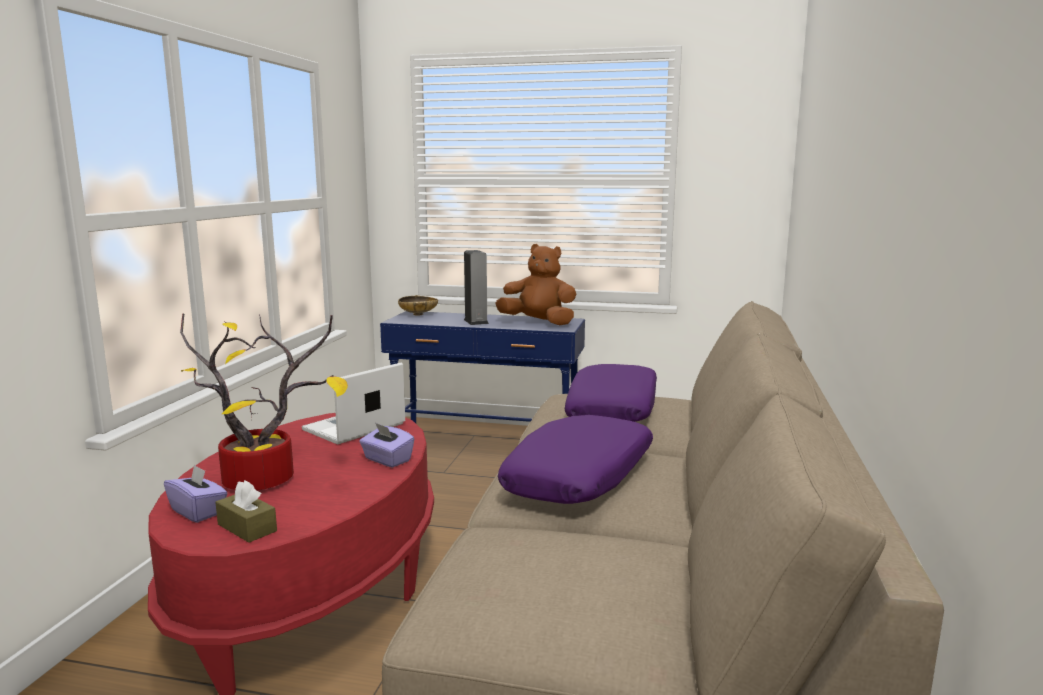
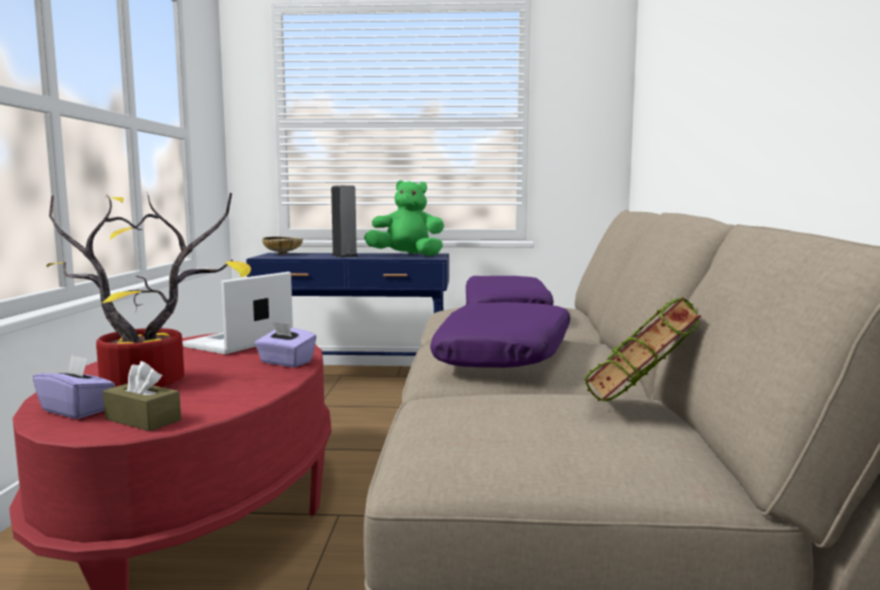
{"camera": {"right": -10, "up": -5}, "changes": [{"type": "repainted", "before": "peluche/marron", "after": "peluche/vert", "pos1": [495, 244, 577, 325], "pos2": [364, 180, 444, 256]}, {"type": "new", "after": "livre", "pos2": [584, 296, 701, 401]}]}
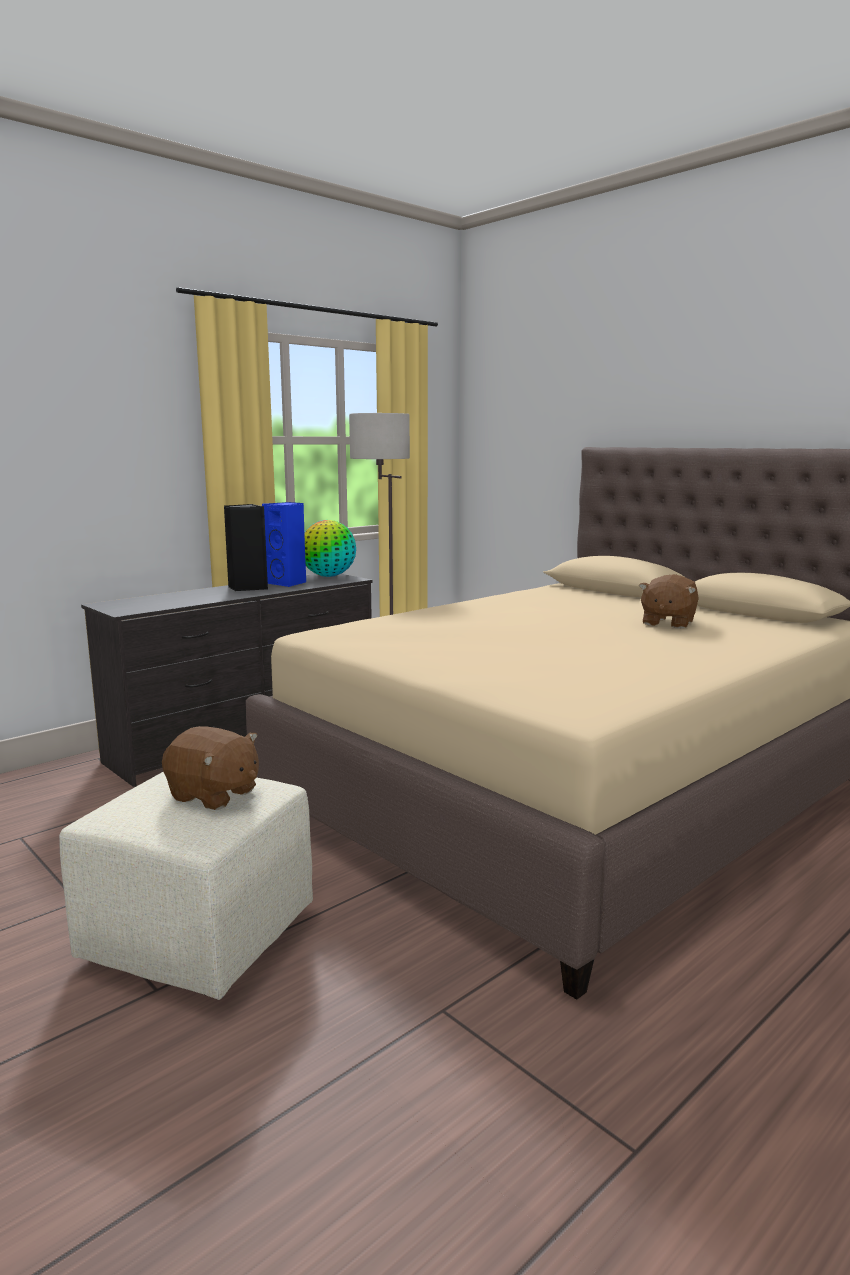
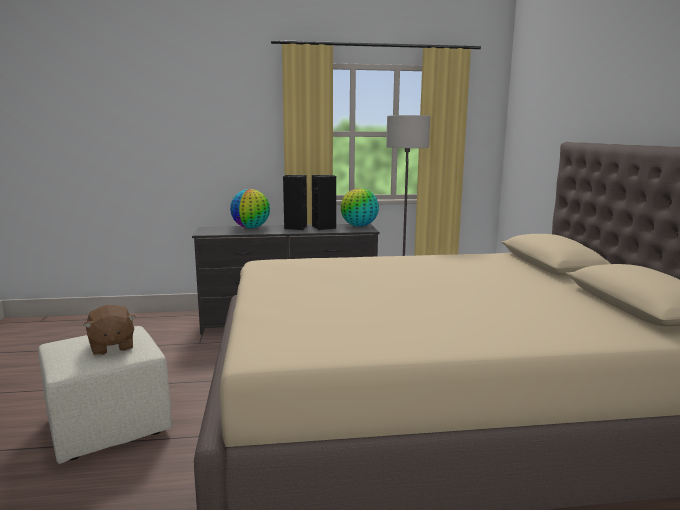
{"camera": {"right": 35, "up": 0}, "changes": [{"type": "new", "after": "globe", "pos2": [230, 189, 270, 228]}, {"type": "repainted", "before": "enceinte/bleu", "after": "enceinte/noir", "pos1": [262, 502, 306, 587], "pos2": [312, 175, 336, 230]}, {"type": "gone", "before": "peluche/marron", "pos1": [639, 574, 699, 629]}]}
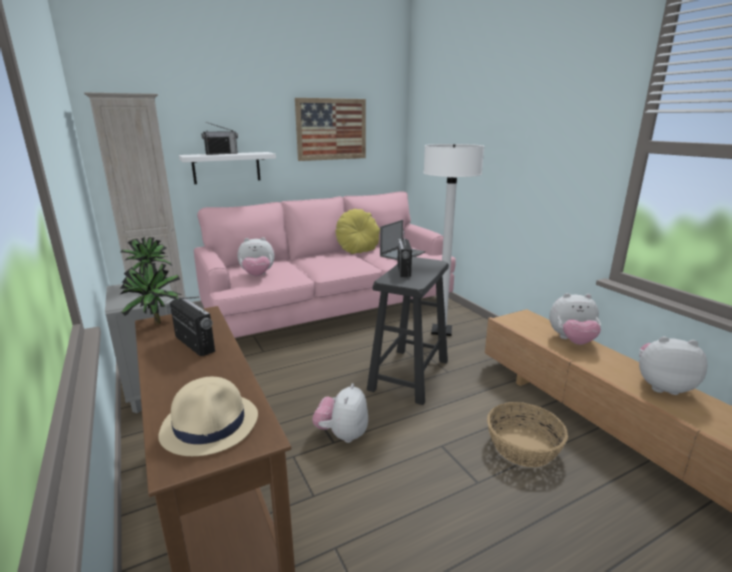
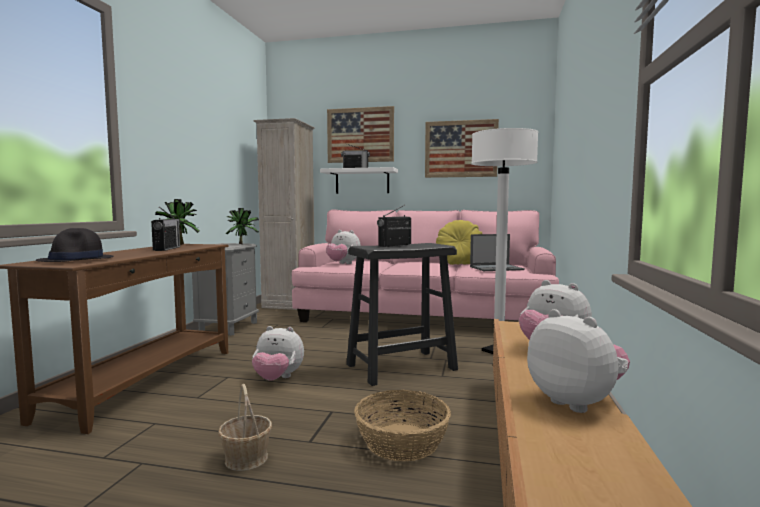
{"camera": {"right": 40, "up": -15}, "changes": [{"type": "repainted", "before": "chapeau/beige", "after": "chapeau/noir", "pos1": [158, 377, 258, 456], "pos2": [36, 228, 113, 262]}, {"type": "new", "after": "panier", "pos2": [218, 384, 272, 471]}, {"type": "rotated", "before": "peluche", "pos1": [312, 383, 368, 443], "pos2": [252, 326, 304, 381], "turn": -135}, {"type": "new", "after": "tableau", "pos2": [327, 106, 394, 163]}]}
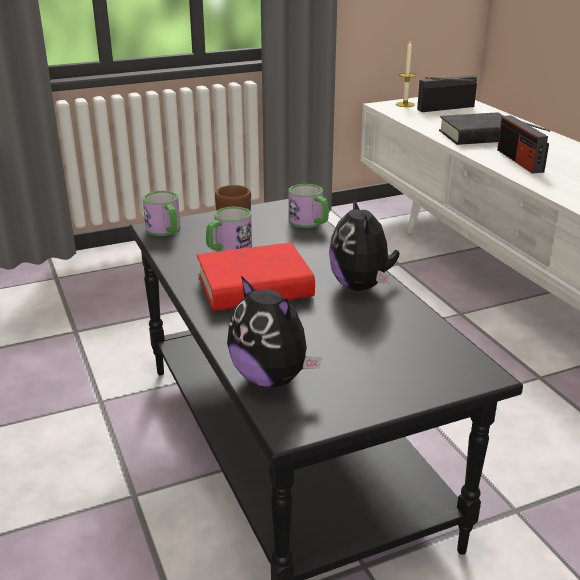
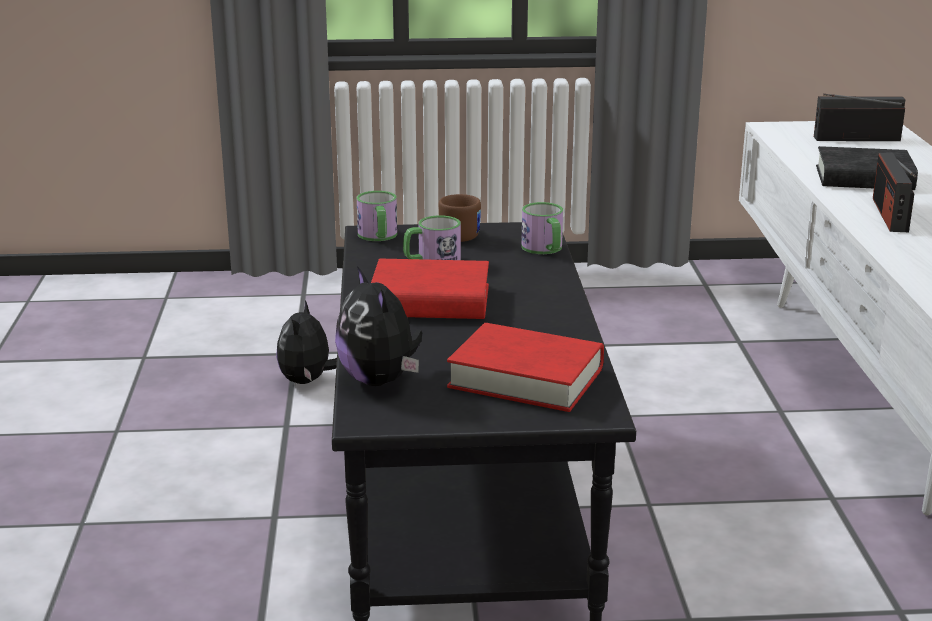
{"camera": {"right": 20, "up": -5}, "changes": [{"type": "shifted", "before": "peluche", "pos1": [329, 195, 400, 291], "pos2": [276, 300, 337, 384]}, {"type": "new", "after": "livre/rouge", "pos2": [447, 323, 604, 412]}, {"type": "gone", "before": "bougie", "pos1": [396, 42, 416, 107]}]}
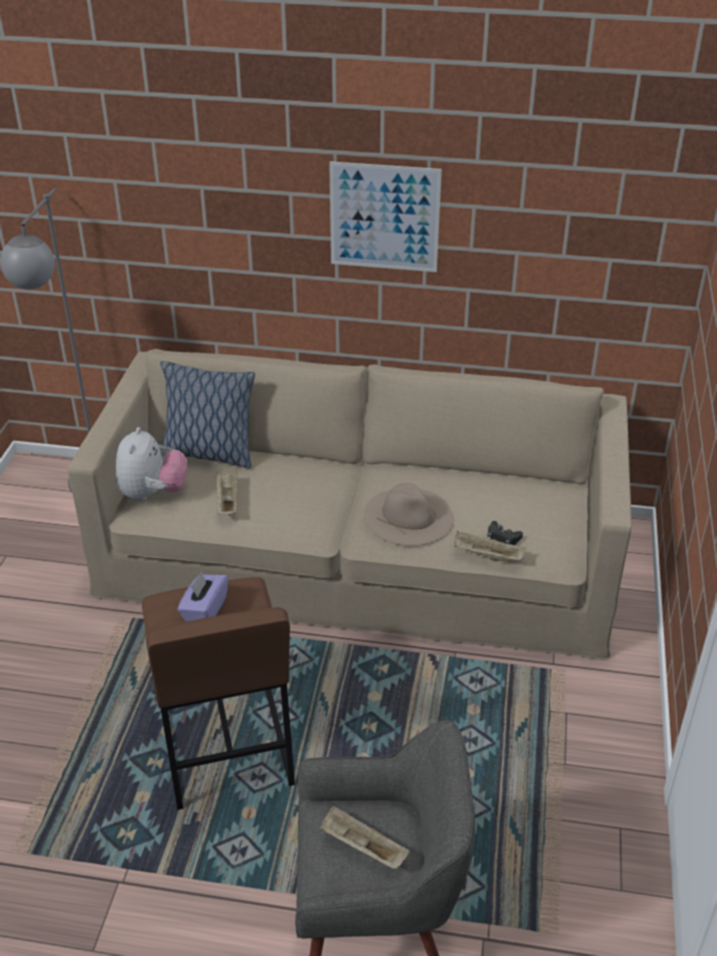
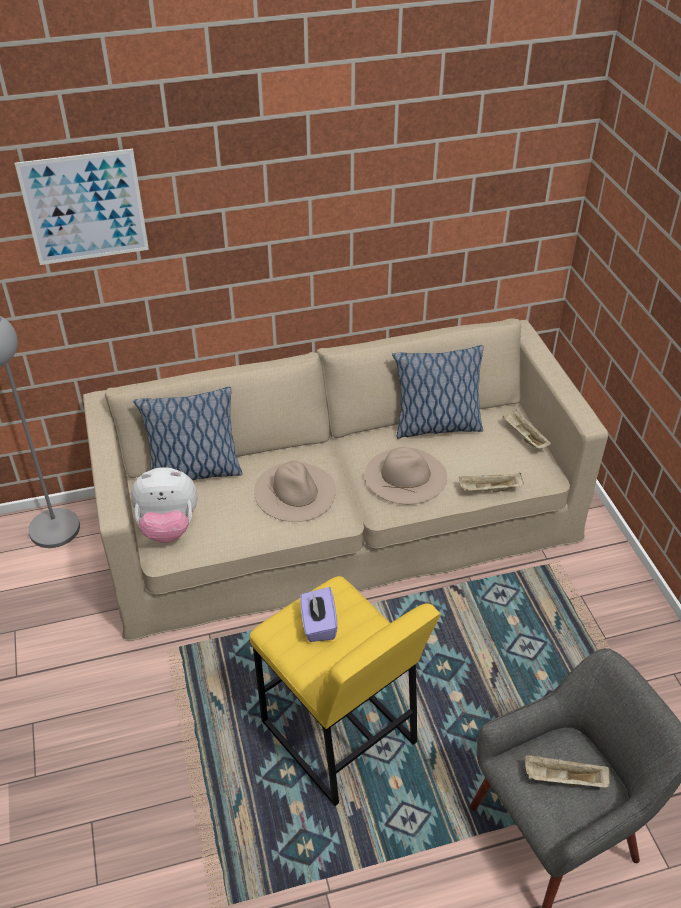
{"camera": {"right": -25, "up": 5}, "changes": [{"type": "shifted", "before": "tableau", "pos1": [329, 162, 442, 272], "pos2": [15, 149, 149, 265]}, {"type": "rotated", "before": "peluche", "pos1": [115, 427, 187, 502], "pos2": [131, 467, 198, 543], "turn": 105}, {"type": "repainted", "before": "tabouret/marron", "after": "tabouret/jaune", "pos1": [142, 577, 295, 810], "pos2": [250, 576, 441, 806]}, {"type": "new", "after": "chapeau/beige", "pos2": [254, 461, 336, 522]}, {"type": "new", "after": "coussin", "pos2": [392, 345, 484, 439]}, {"type": "shifted", "before": "plateau/beige", "pos1": [216, 471, 237, 515], "pos2": [503, 409, 552, 449]}, {"type": "gone", "before": "manette/noir", "pos1": [487, 521, 523, 545]}]}
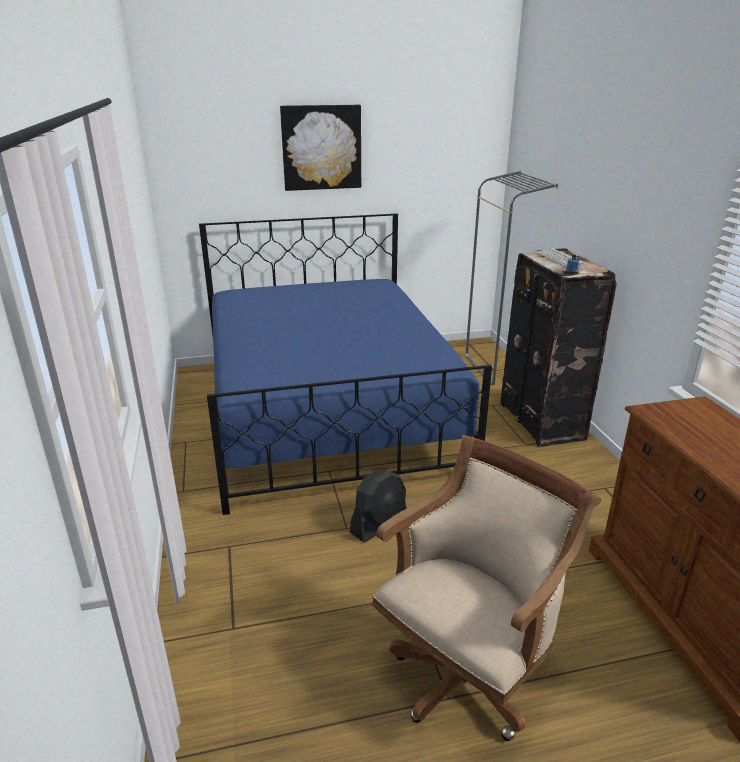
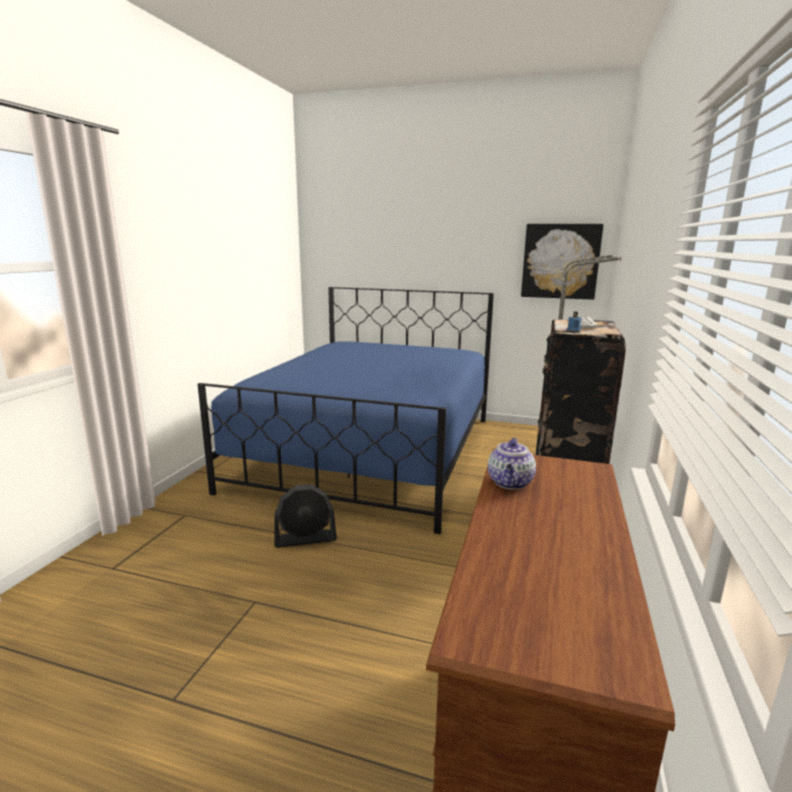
{"camera": {"right": 30, "up": -10}, "changes": [{"type": "new", "after": "théière", "pos2": [488, 438, 536, 489]}, {"type": "shifted", "before": "tableau", "pos1": [280, 105, 361, 191], "pos2": [521, 224, 603, 300]}, {"type": "gone", "before": "chaise de bureau", "pos1": [372, 434, 601, 741]}]}
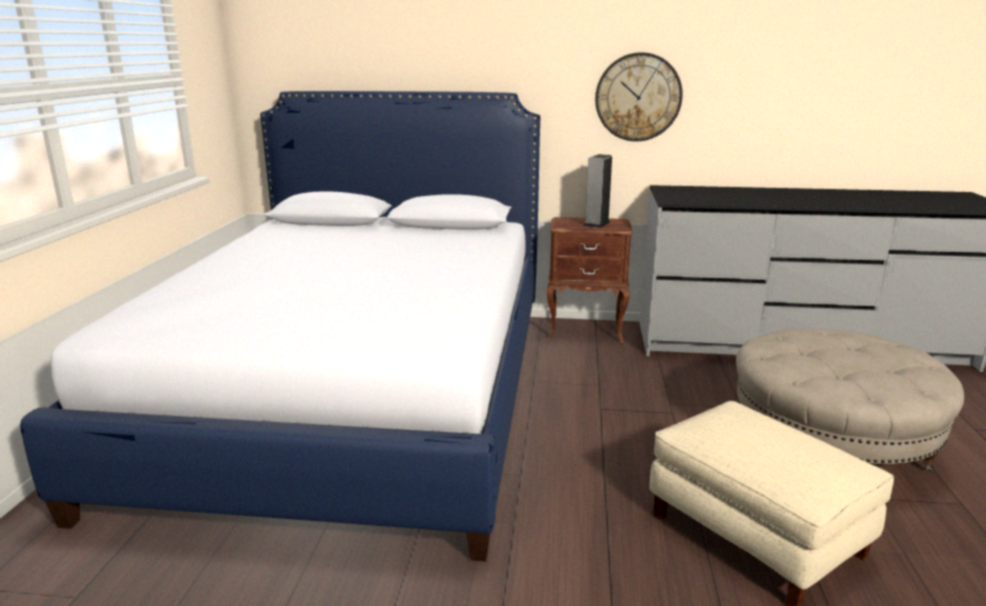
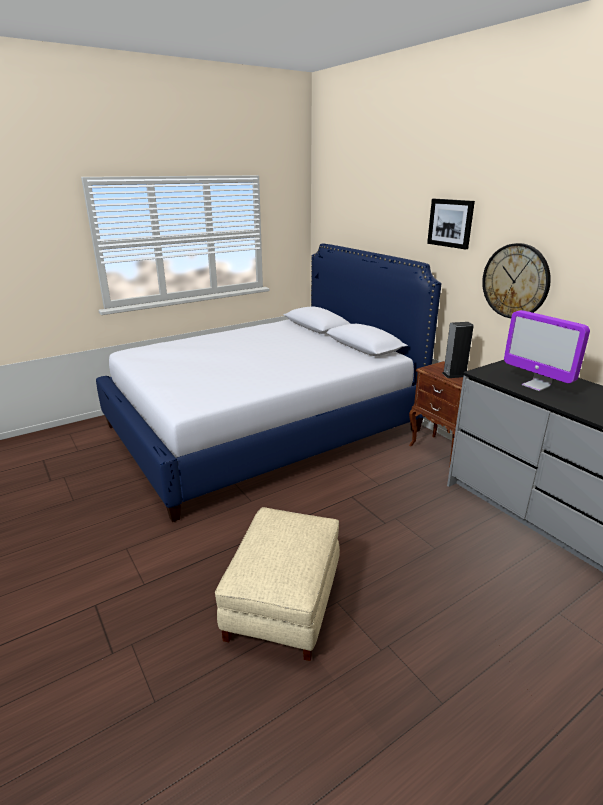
{"camera": {"right": 50, "up": 5}, "changes": [{"type": "new", "after": "tableau", "pos2": [427, 199, 475, 250]}, {"type": "new", "after": "écran d'ordinateur", "pos2": [504, 310, 590, 391]}, {"type": "gone", "before": "pouf/beige", "pos1": [736, 328, 964, 471]}]}
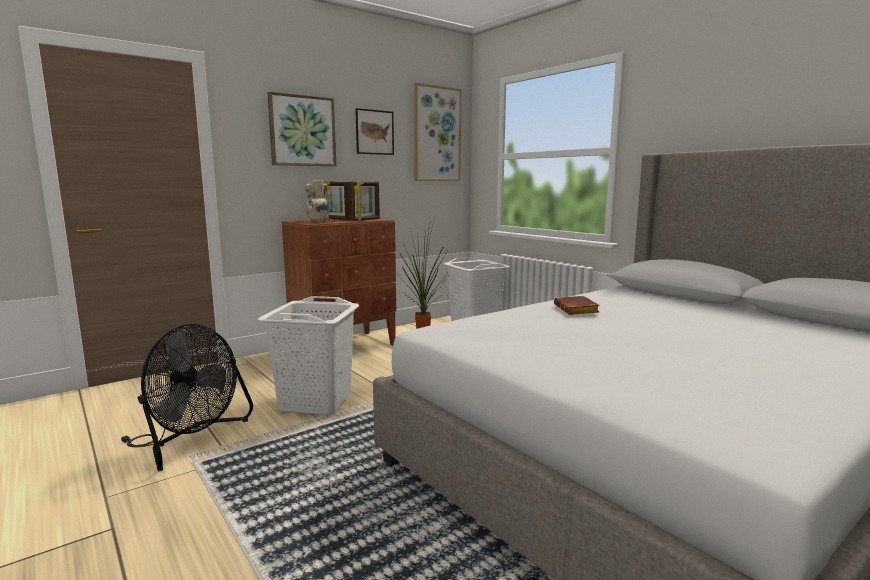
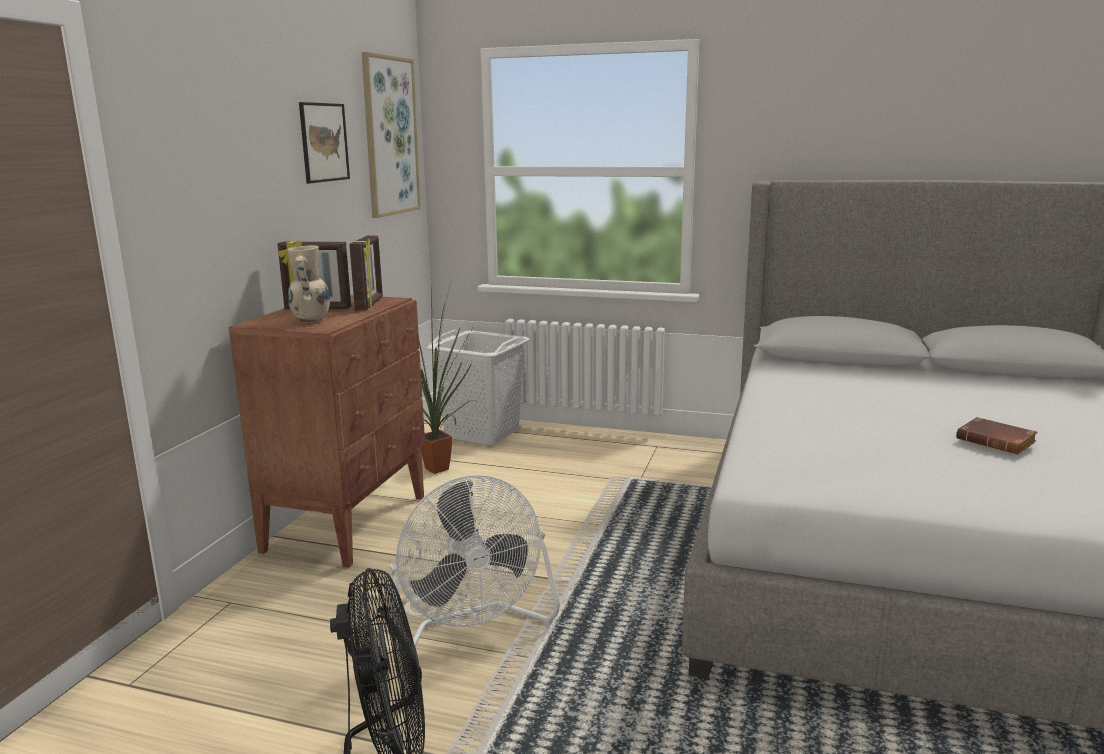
{"camera": {"right": -35, "up": 5}, "changes": [{"type": "swapped", "before": "panier à linge/blanc", "after": "ventilateur/blanc", "pos1": [258, 296, 359, 415], "pos2": [390, 475, 560, 667]}, {"type": "shifted", "before": "livre/marron", "pos1": [554, 296, 600, 315], "pos2": [956, 417, 1038, 454]}, {"type": "gone", "before": "tableau", "pos1": [267, 92, 336, 166]}]}
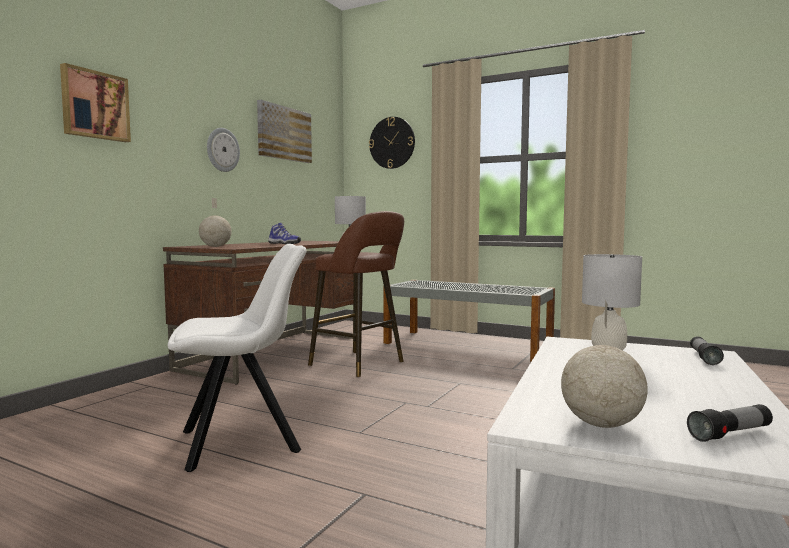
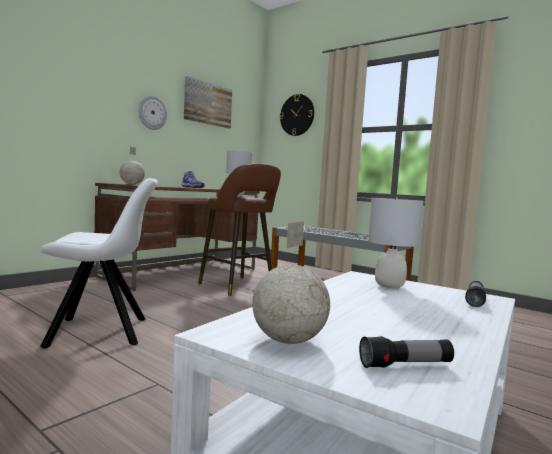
{"camera": {"right": 10, "up": 0}, "changes": [{"type": "gone", "before": "tableau", "pos1": [60, 63, 131, 142]}]}
